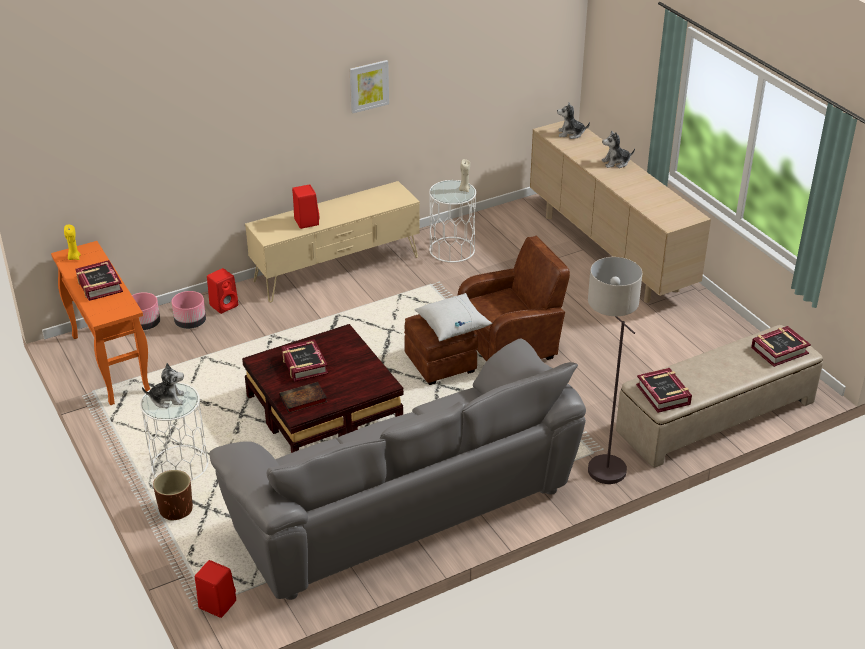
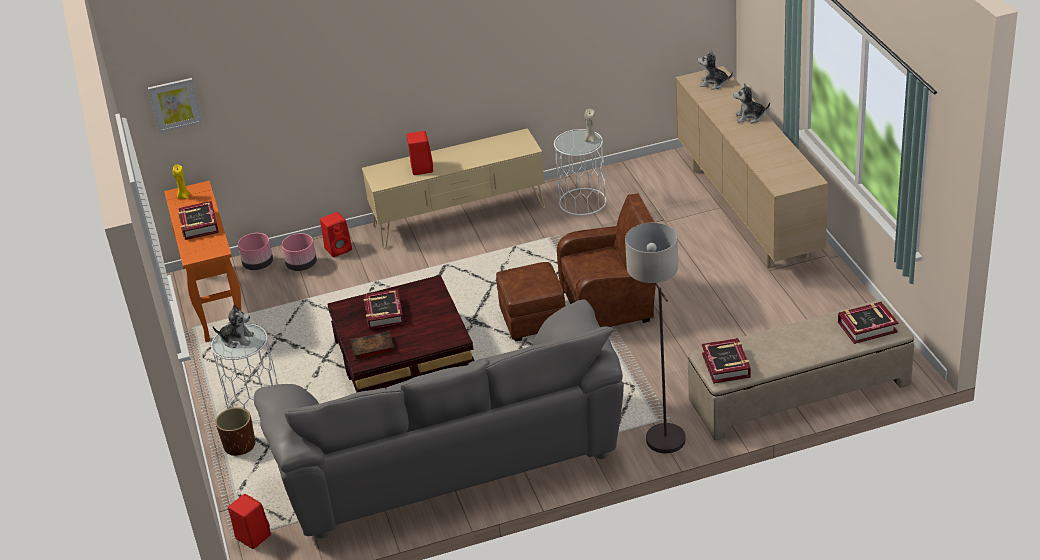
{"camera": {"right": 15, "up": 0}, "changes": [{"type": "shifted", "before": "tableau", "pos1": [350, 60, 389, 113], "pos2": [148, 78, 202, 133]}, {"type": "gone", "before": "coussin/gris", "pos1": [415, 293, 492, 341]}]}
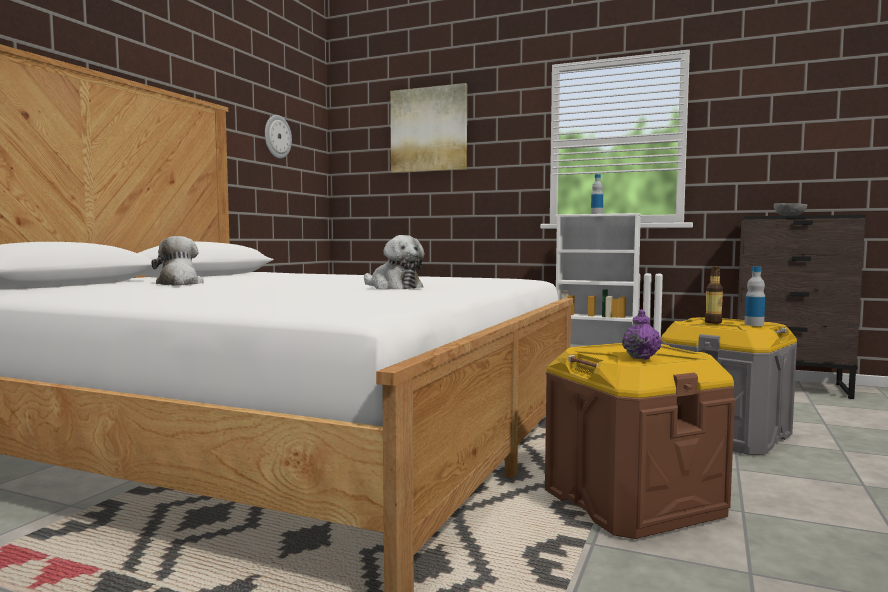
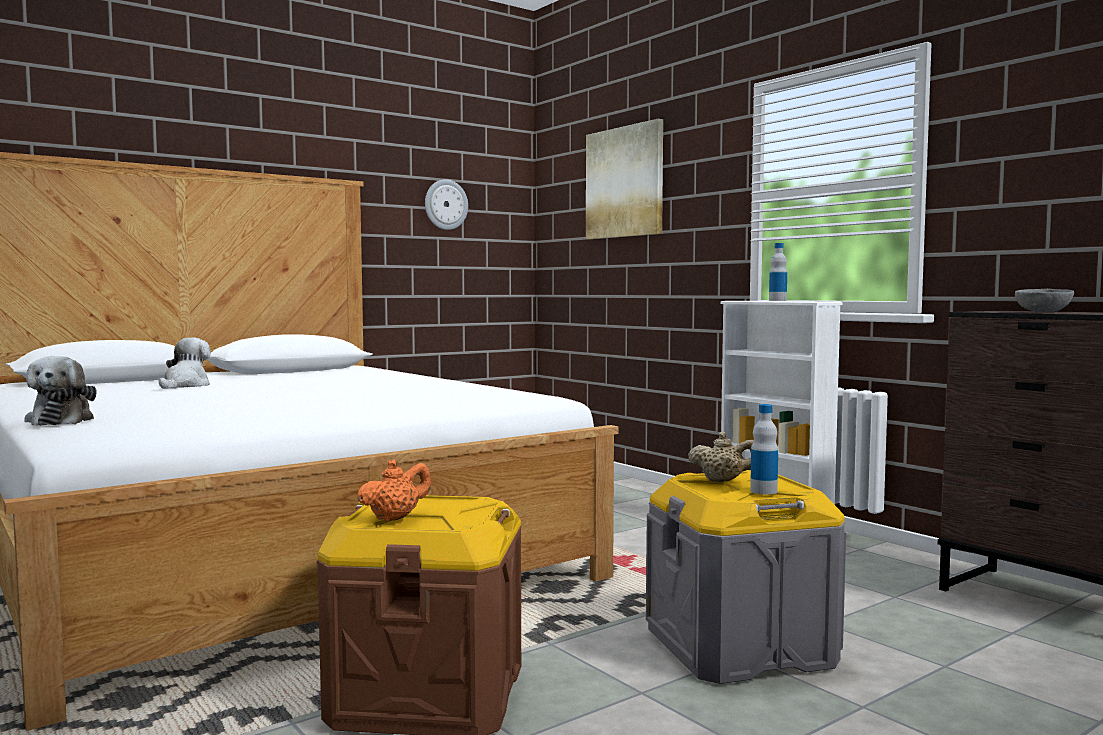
{"camera": {"right": 30, "up": 0}, "changes": [{"type": "shifted", "before": "peluche", "pos1": [364, 235, 424, 289], "pos2": [25, 356, 97, 426]}, {"type": "repainted", "before": "théière/violet", "after": "théière/orange", "pos1": [622, 309, 662, 360], "pos2": [358, 460, 432, 521]}, {"type": "swapped", "before": "bouteille", "after": "théière/beige", "pos1": [705, 266, 723, 324], "pos2": [688, 432, 754, 482]}]}
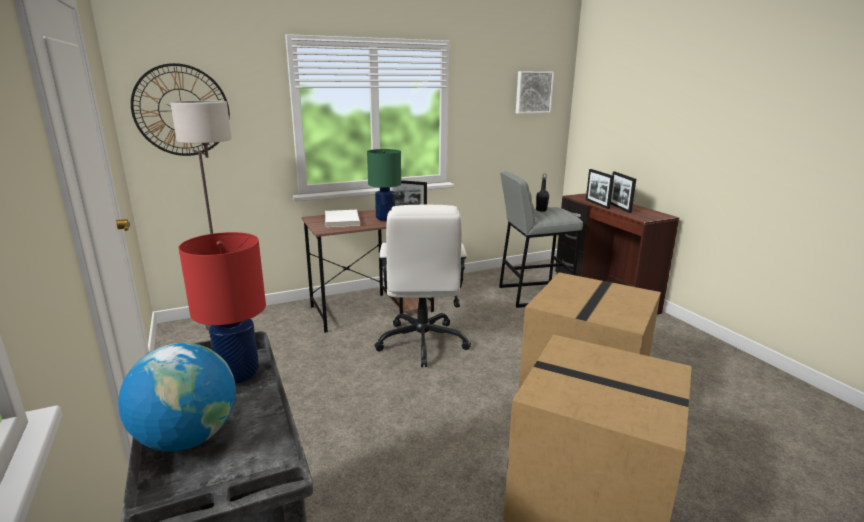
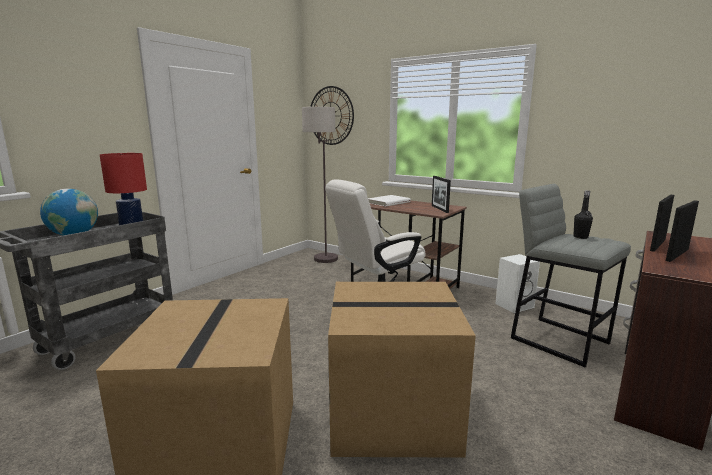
{"camera": {"right": 60, "up": -5}, "changes": [{"type": "new", "after": "enceinte/blanc", "pos2": [496, 254, 540, 313]}, {"type": "gone", "before": "lampe de table/vert", "pos1": [367, 149, 401, 221]}, {"type": "gone", "before": "tableau", "pos1": [516, 71, 554, 114]}]}
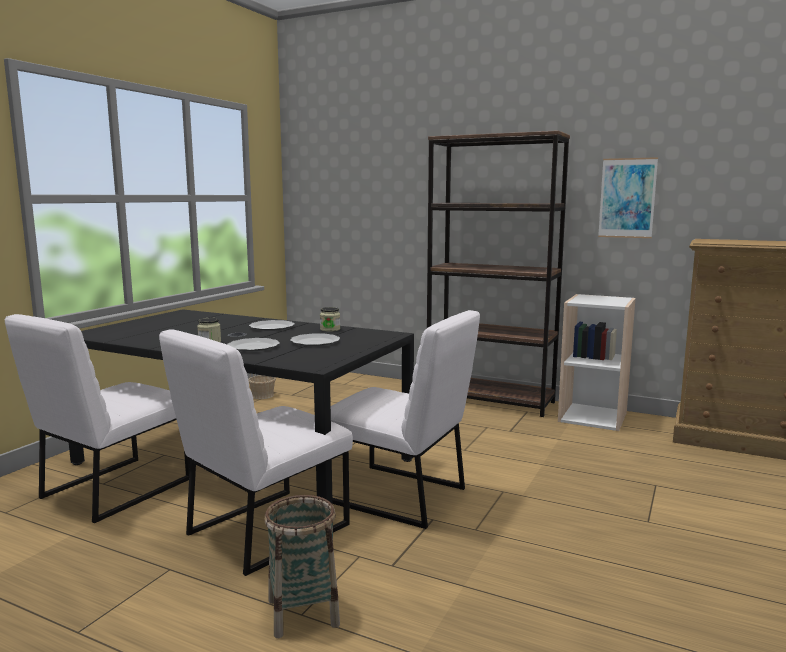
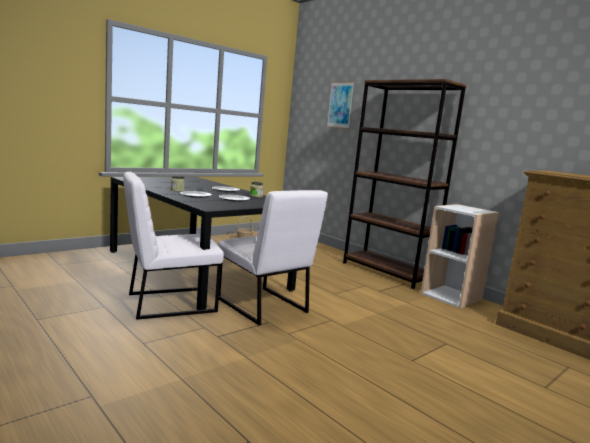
{"camera": {"right": 20, "up": 0}, "changes": [{"type": "shifted", "before": "tableau", "pos1": [598, 157, 658, 238], "pos2": [327, 82, 354, 129]}, {"type": "gone", "before": "chaise/blanc", "pos1": [5, 314, 190, 523]}, {"type": "gone", "before": "panier", "pos1": [264, 495, 340, 638]}]}
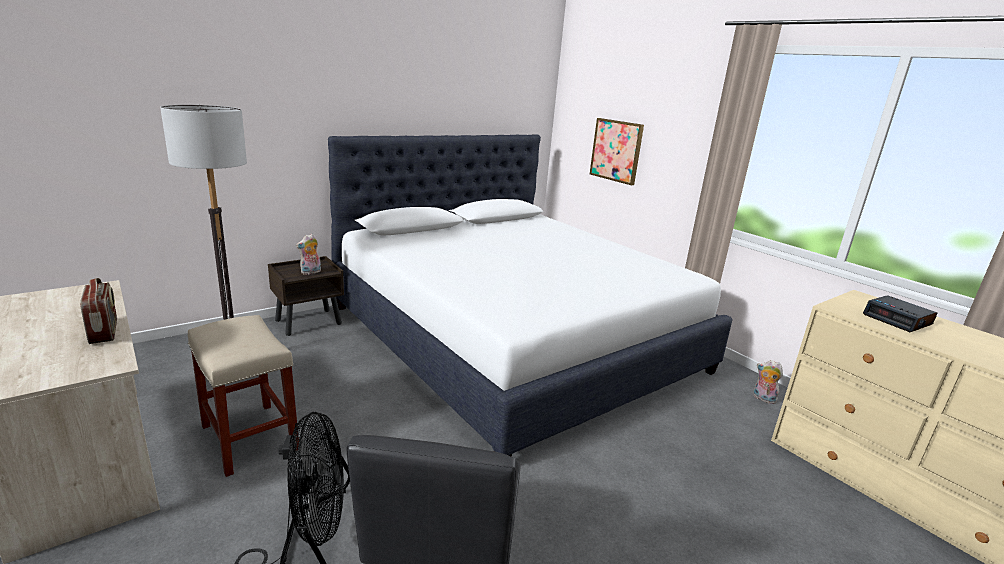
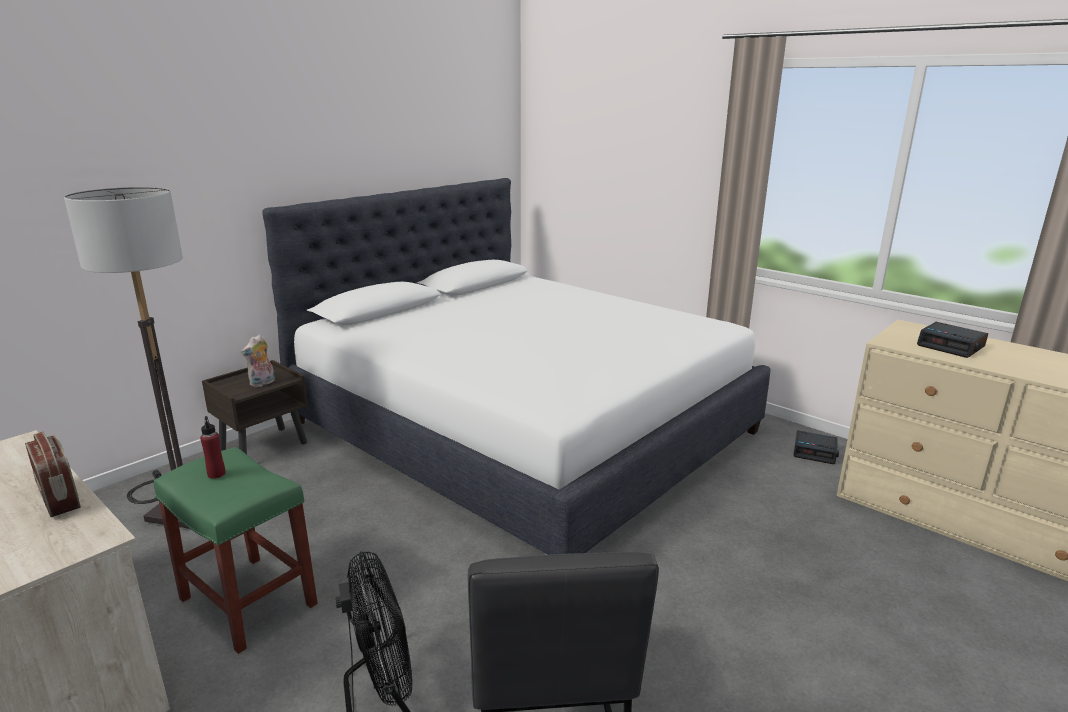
{"camera": {"right": -10, "up": 0}, "changes": [{"type": "repainted", "before": "tabouret/beige", "after": "tabouret/vert", "pos1": [188, 315, 299, 477], "pos2": [154, 447, 318, 654]}, {"type": "new", "after": "bouteille/rouge", "pos2": [200, 416, 226, 479]}, {"type": "swapped", "before": "peluche", "after": "réveil", "pos1": [754, 360, 783, 404], "pos2": [793, 430, 839, 464]}, {"type": "gone", "before": "tableau", "pos1": [590, 118, 644, 185]}]}
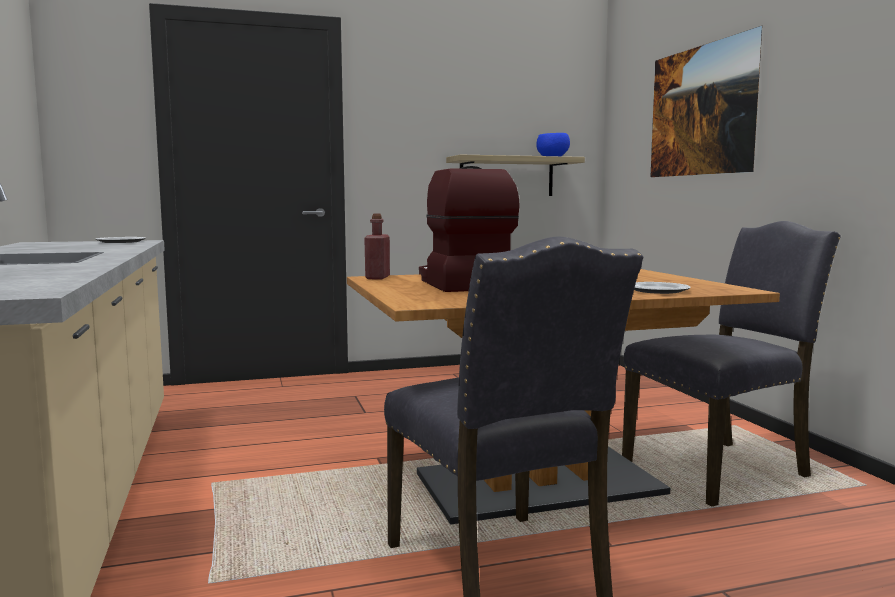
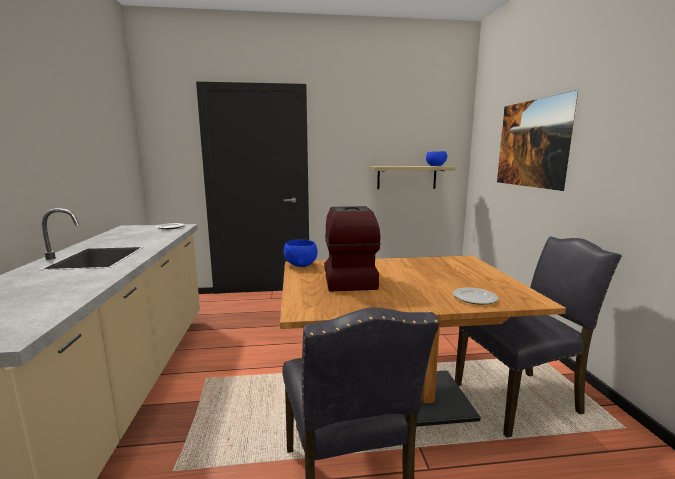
{"camera": {"right": 10, "up": 5}, "changes": [{"type": "swapped", "before": "bouteille/rouge", "after": "bol/bleu", "pos1": [364, 213, 390, 280], "pos2": [284, 239, 318, 267]}]}
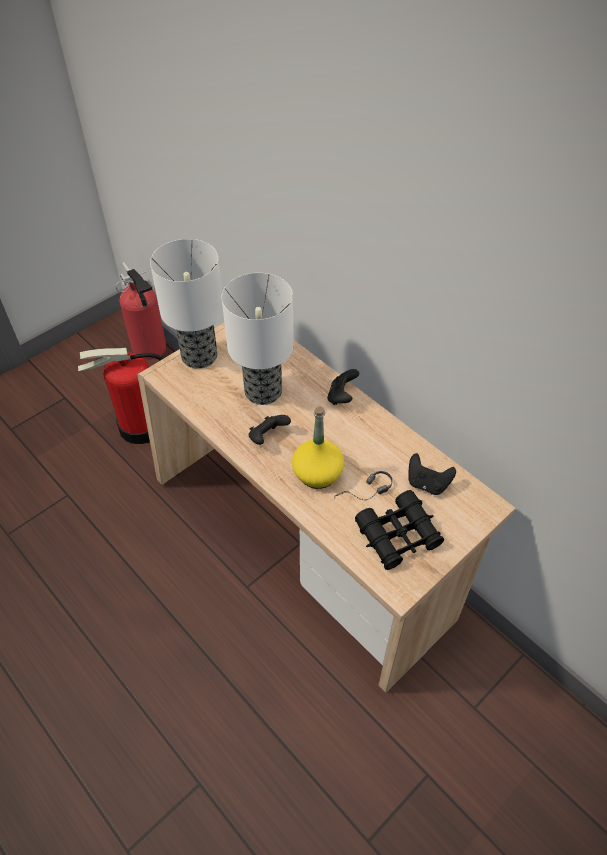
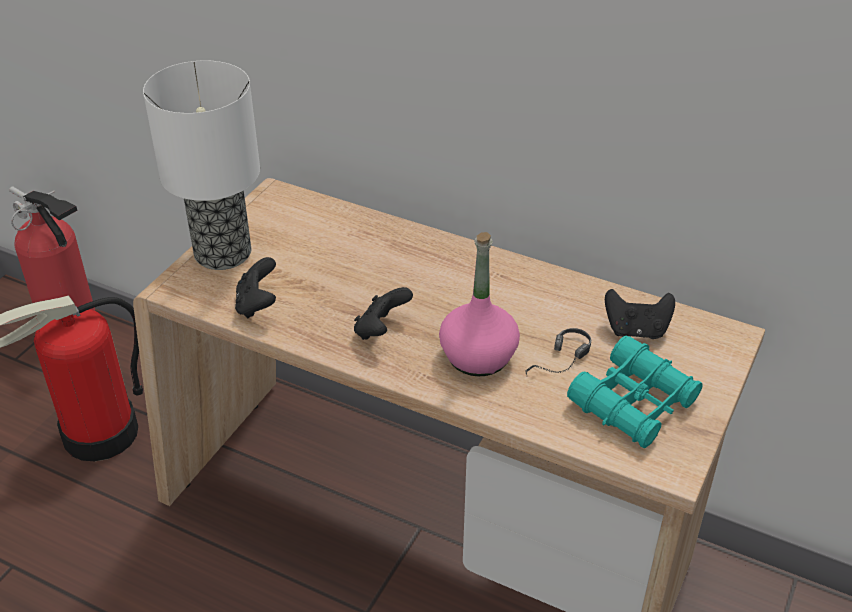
{"camera": {"right": -20, "up": -10}, "changes": [{"type": "shifted", "before": "manette/noir", "pos1": [327, 369, 359, 405], "pos2": [235, 257, 276, 318]}, {"type": "repainted", "before": "bouteille/jaune", "after": "bouteille/rose", "pos1": [292, 407, 344, 489], "pos2": [439, 232, 520, 377]}, {"type": "repainted", "before": "jumelles/noir", "after": "jumelles/turquoise", "pos1": [355, 490, 444, 570], "pos2": [567, 336, 702, 448]}, {"type": "gone", "before": "lampe de table", "pos1": [222, 273, 294, 405]}]}
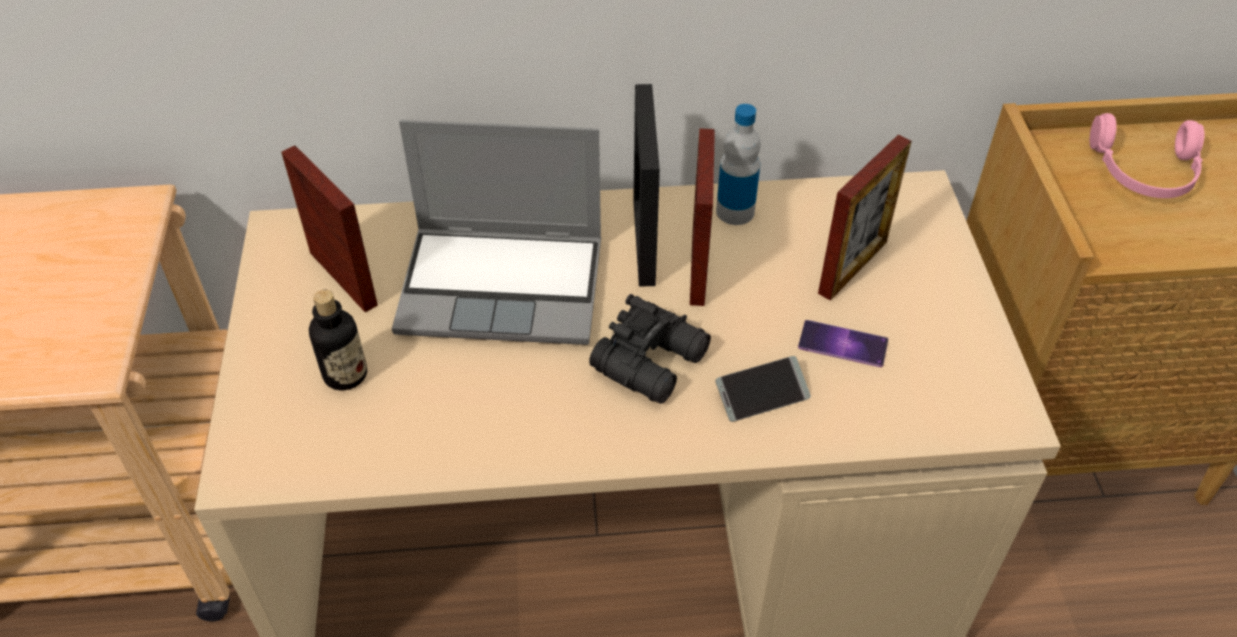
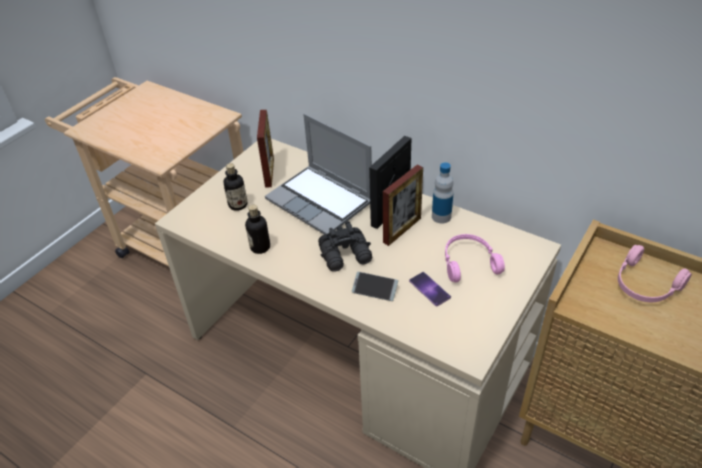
{"camera": {"right": 40, "up": -5}, "changes": [{"type": "new", "after": "bouteille", "pos2": [245, 205, 270, 254]}, {"type": "swapped", "before": "cadre photo", "after": "casque audio/rose", "pos1": [818, 135, 912, 300], "pos2": [445, 234, 505, 282]}]}
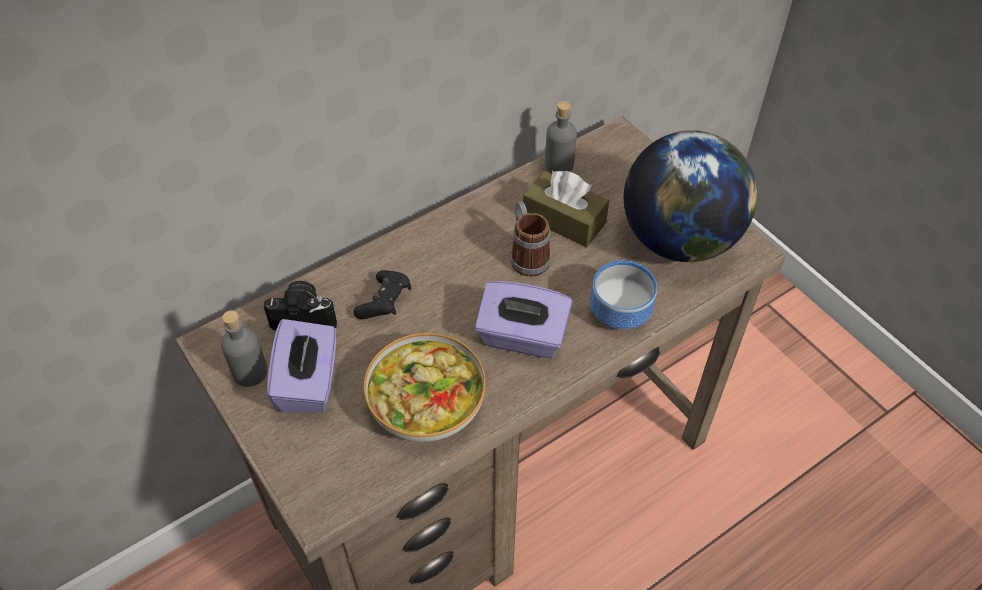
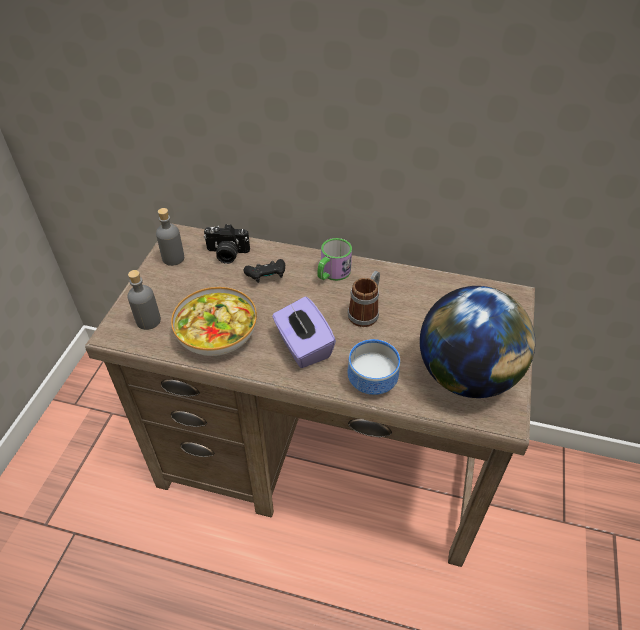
{"camera": {"right": 50, "up": -5}, "changes": [{"type": "shifted", "before": "bouteille/gris", "pos1": [545, 101, 577, 173], "pos2": [128, 270, 161, 330]}, {"type": "rotated", "before": "appareil photo", "pos1": [264, 281, 337, 331], "pos2": [204, 224, 250, 264], "turn": 135}, {"type": "new", "after": "mug", "pos2": [317, 238, 352, 281]}, {"type": "gone", "before": "boîte à mouchoirs/violet", "pos1": [267, 319, 336, 412]}, {"type": "gone", "before": "boîte à mouchoirs/marron", "pos1": [523, 171, 609, 247]}]}
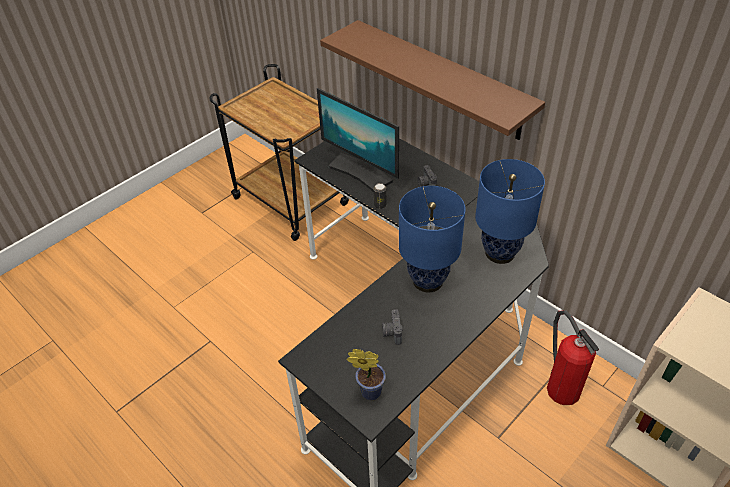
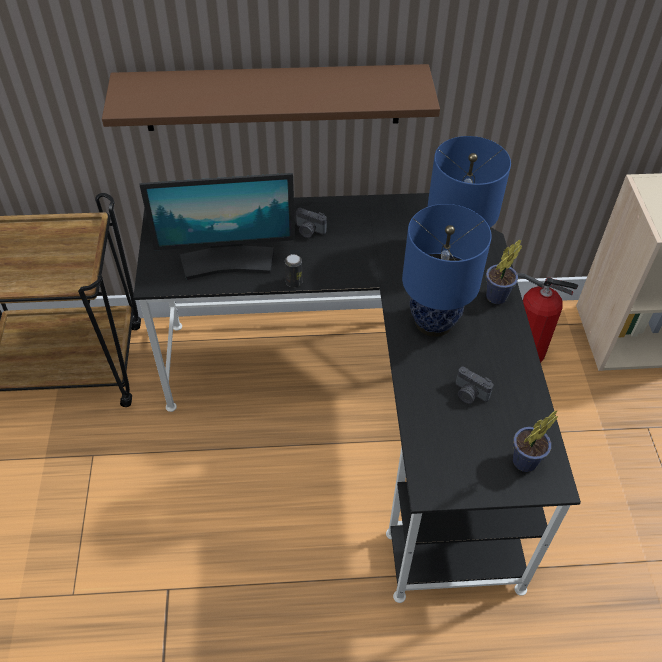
{"camera": {"right": -50, "up": 5}, "changes": [{"type": "new", "after": "plante en pot", "pos2": [486, 240, 522, 304]}]}
